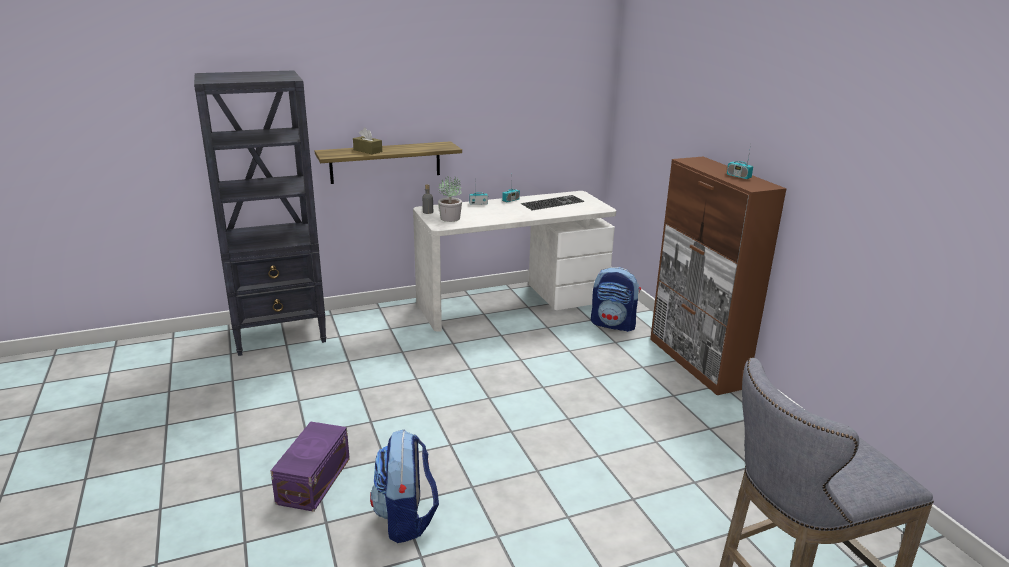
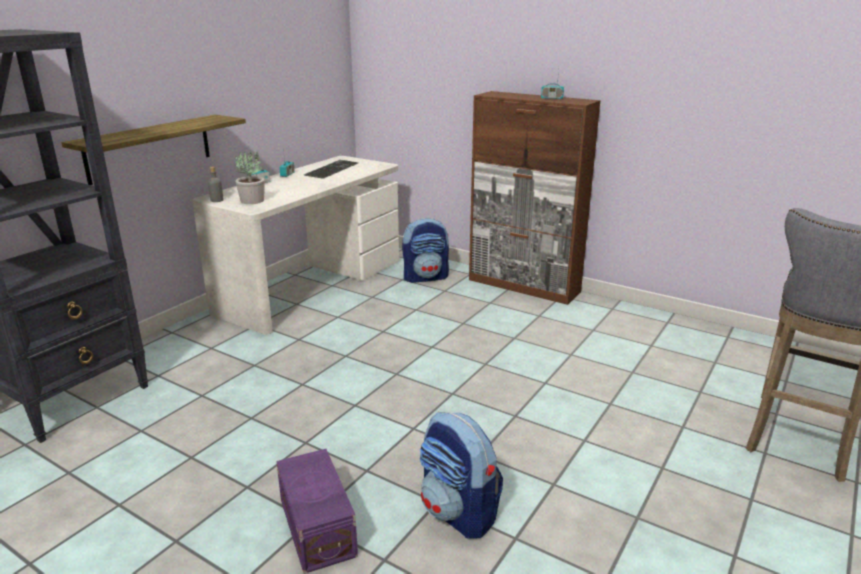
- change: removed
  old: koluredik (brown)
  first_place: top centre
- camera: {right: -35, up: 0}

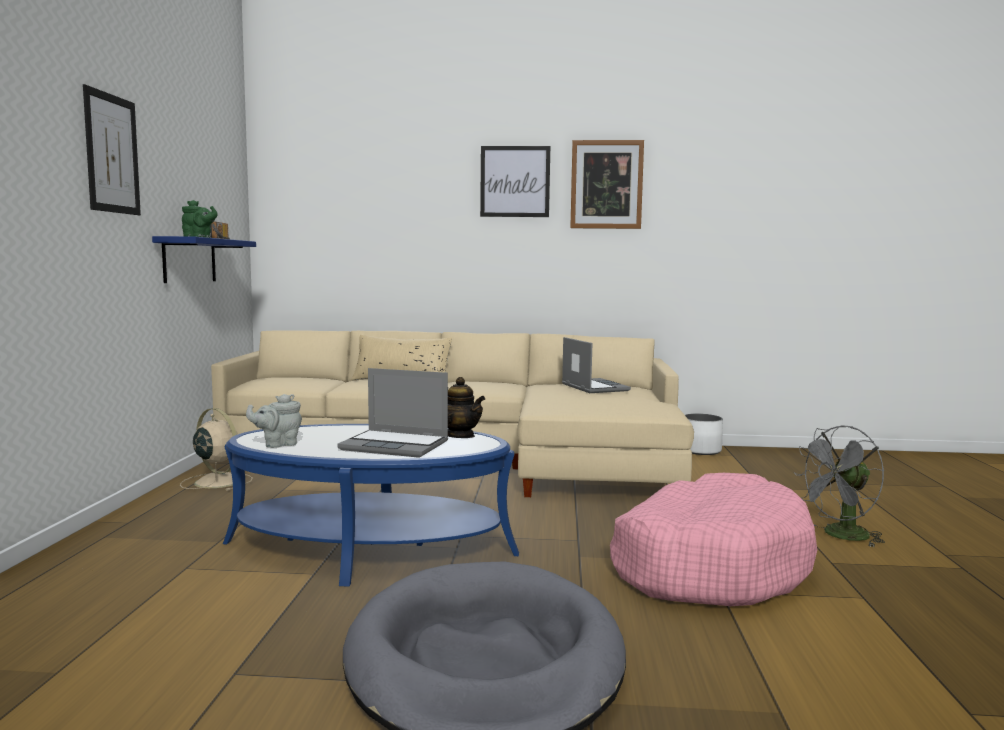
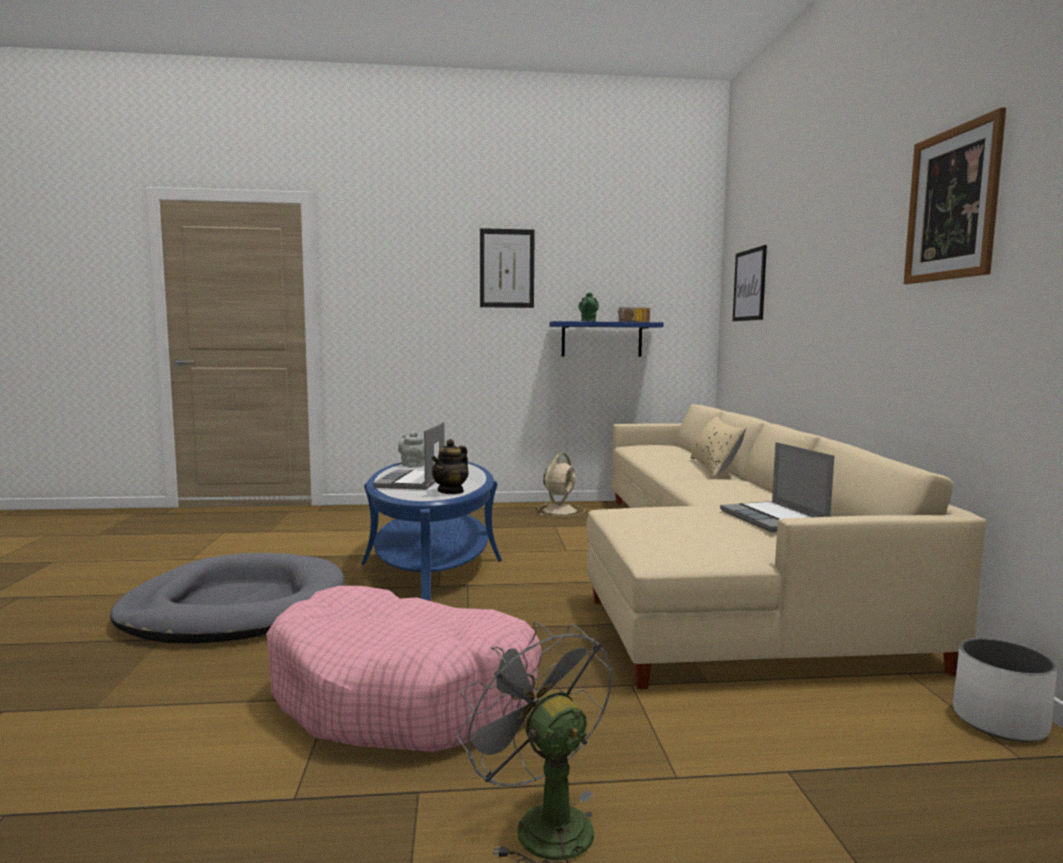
- change: moved
  old: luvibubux (2nd from left)
  first_place: top centre
  second_place: top right
- change: turned
  old: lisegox (2nd from left)
  first_place: centre
  second_place: middle right
  degrees: 105
- camera: {right: 80, up: 0}

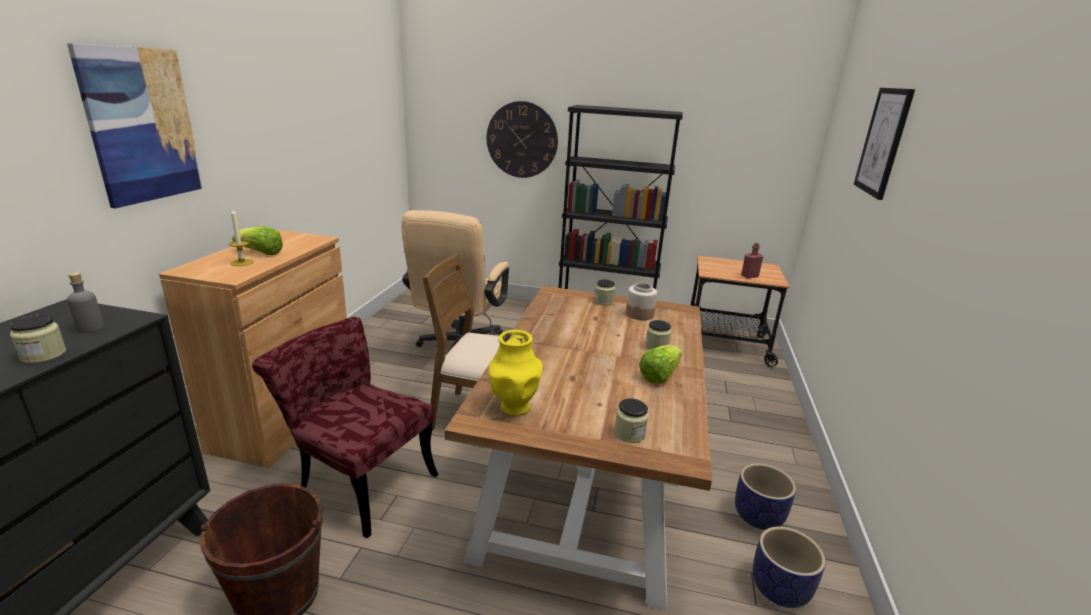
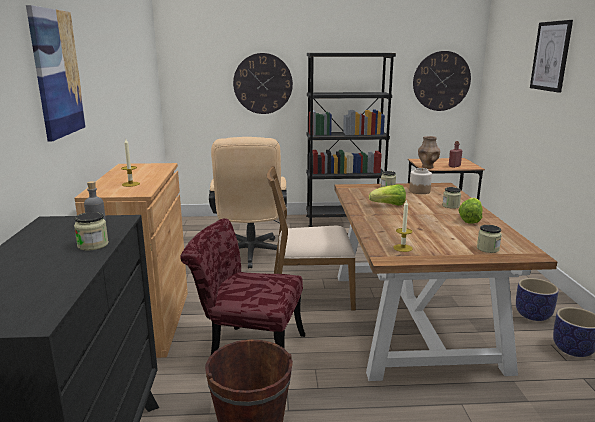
- change: added
  new: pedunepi (2nd from left)
  second_place: top right
- change: added
  new: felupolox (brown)
  second_place: middle right
- change: moved
  old: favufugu (1st from left)
  first_place: middle left
  second_place: centre
- change: replaced
  old: felupolox (yellow)
  new: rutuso (2nd from left)
  first_place: centre
  second_place: middle right
- camera: {right: -15, up: -5}

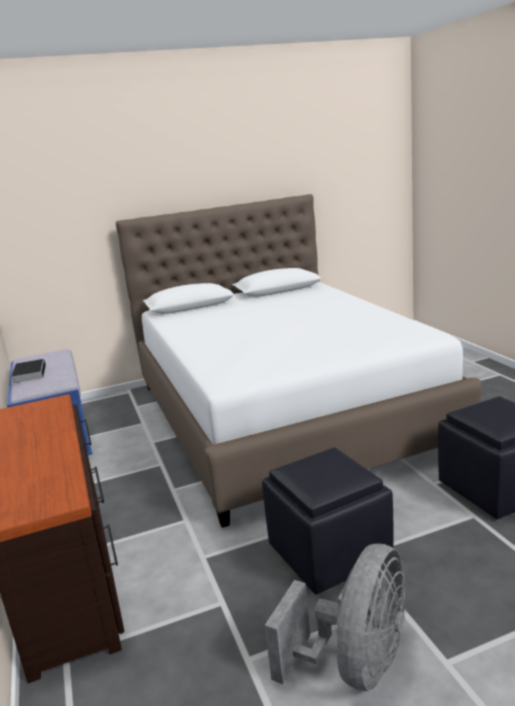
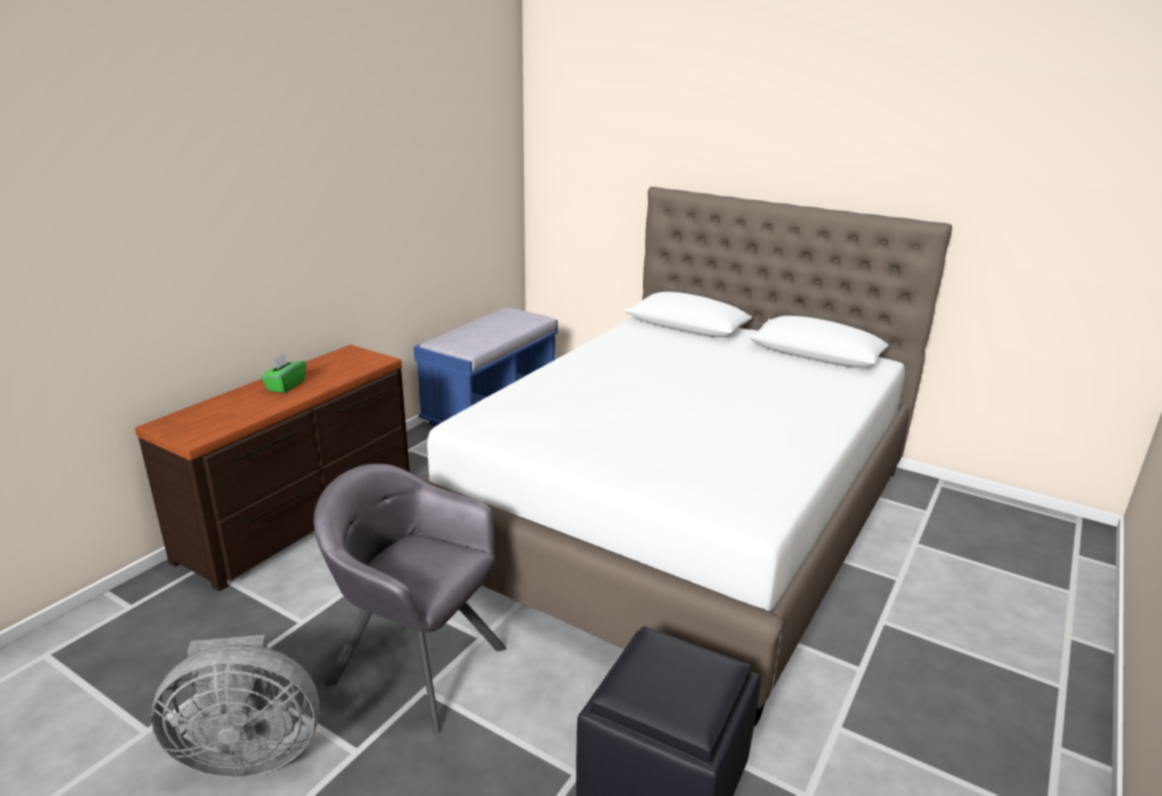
- change: removed
  old: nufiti
  first_place: middle left
- change: added
  new: koluredik (green)
  second_place: middle left
- change: replaced
  old: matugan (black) (1st from left)
  new: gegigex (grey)
  first_place: bottom centre
  second_place: bottom centre
- camera: {right: 50, up: 5}

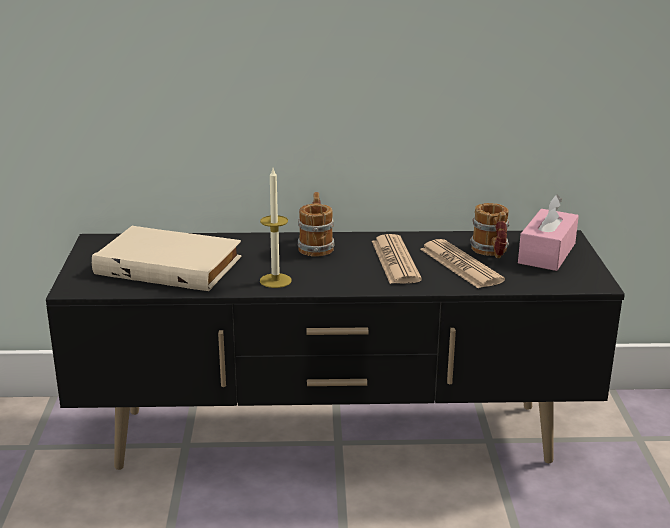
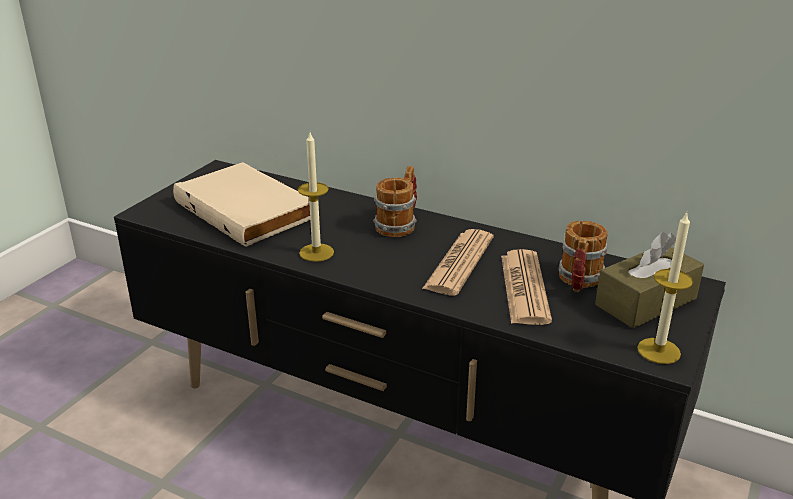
- change: added
  new: rutuso (2nd from left)
  second_place: middle right
- change: recoloured
  old: koluredik (pink)
  new: koluredik (brown)
  first_place: middle right
  second_place: middle right
- camera: {right: 30, up: 5}

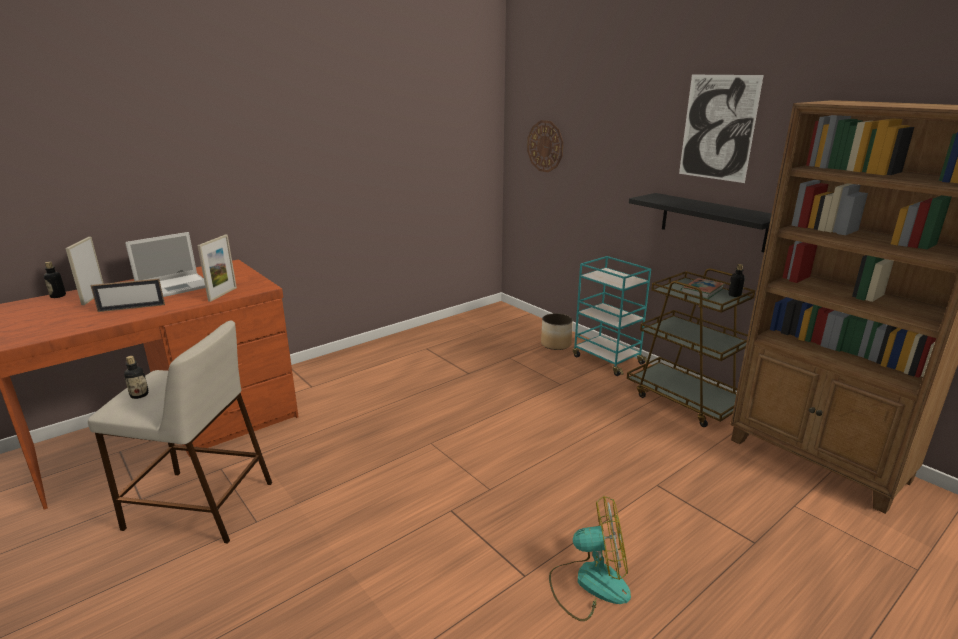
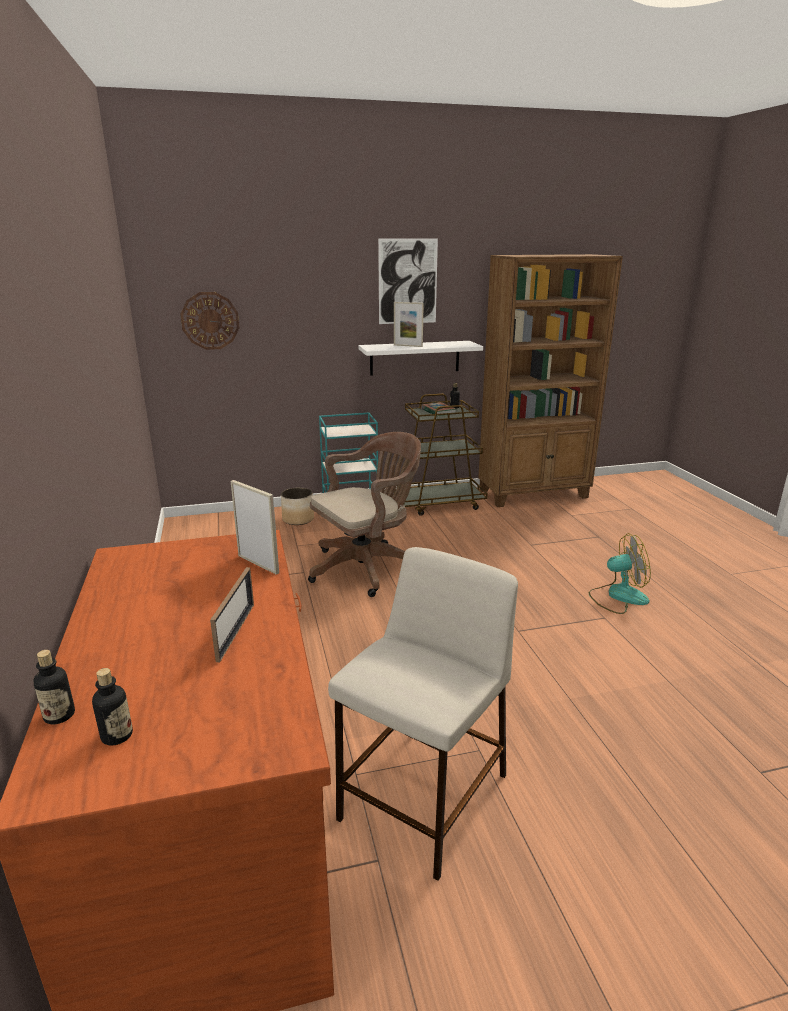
- change: removed
  old: lisegox
  first_place: middle left
- change: added
  new: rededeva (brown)
  second_place: centre
- change: moved
  old: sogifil (1st from left in the first image)
  new: sogifil (3rd from left)
  first_place: middle left
  second_place: top centre
- change: moved
  old: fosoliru (2nd from left)
  first_place: middle left
  second_place: bottom left
- change: recoloured
  old: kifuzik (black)
  new: kifuzik (white)
  first_place: middle right
  second_place: centre
- change: turned
  old: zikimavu
  first_place: bottom centre
  second_place: middle right
  degrees: 60
- camera: {right: -65, up: 0}

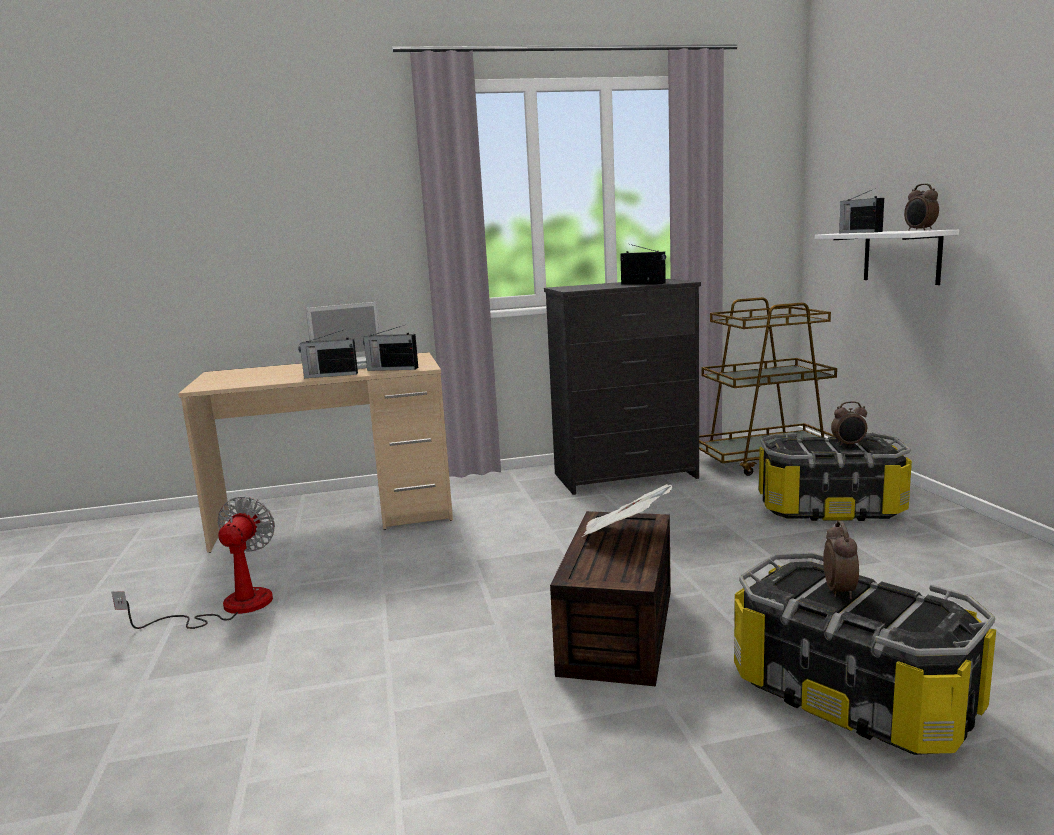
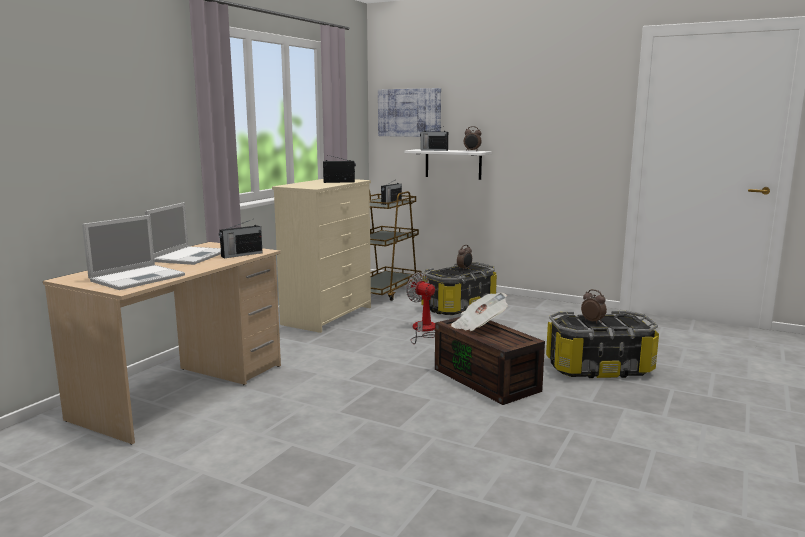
- change: added
  new: lisegox (1st from left)
  second_place: middle left
- change: added
  new: luvibubux
  second_place: top centre
- change: moved
  old: zikimavu
  first_place: bottom left
  second_place: centre
- change: moved
  old: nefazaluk (1st from left in the first image)
  new: nefazaluk (3rd from left)
  first_place: middle left
  second_place: centre
- change: recoloured
  old: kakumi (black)
  new: kakumi (beige)
  first_place: centre
  second_place: centre
- camera: {right: -50, up: 0}

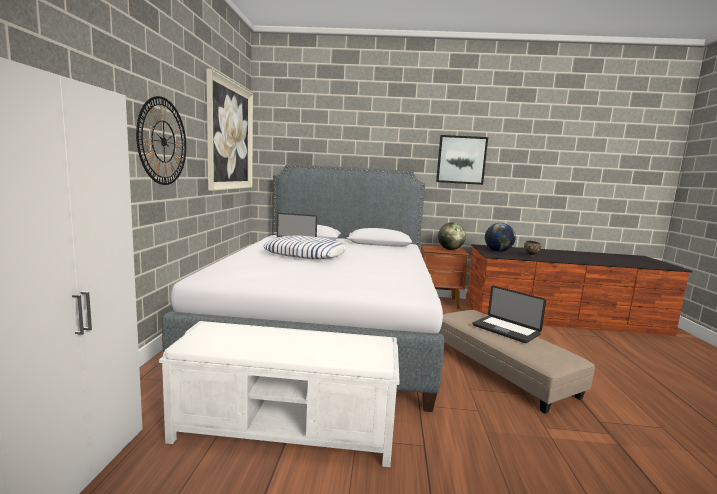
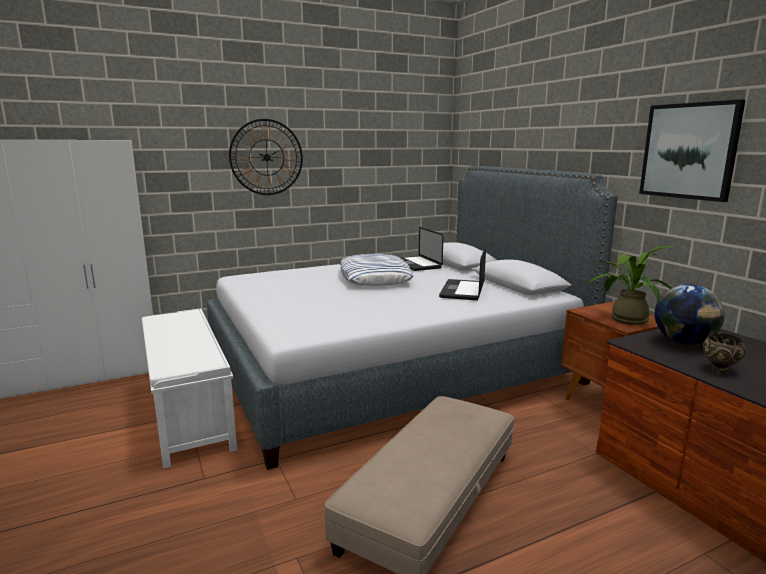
- change: removed
  old: luvibubux (1st from left)
  first_place: top left
- change: moved
  old: lisegox (2nd from left)
  first_place: middle right
  second_place: centre
- change: replaced
  old: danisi (1st from left)
  new: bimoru
  first_place: centre
  second_place: middle right
- camera: {right: 60, up: 5}

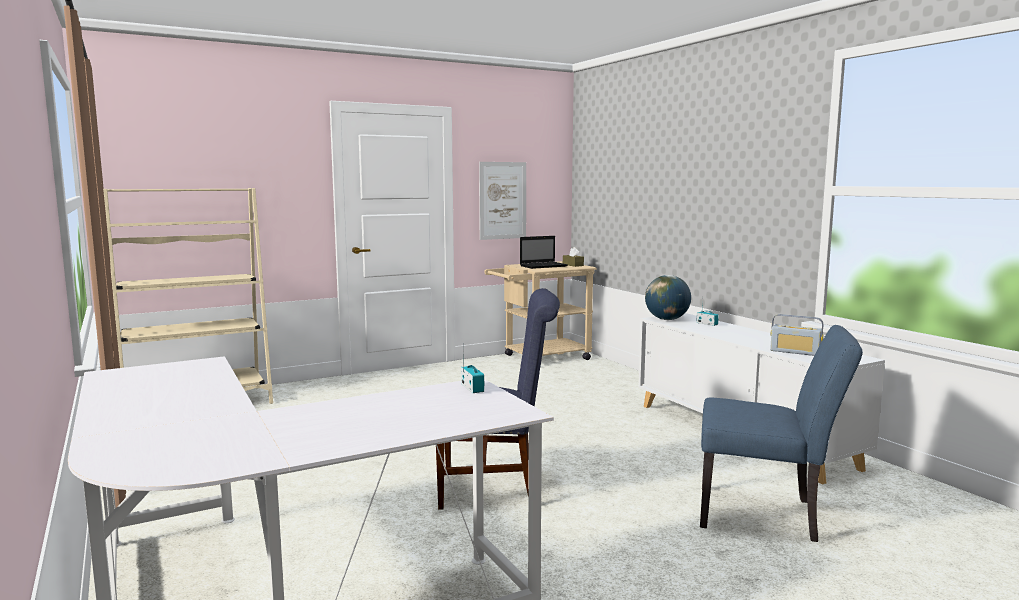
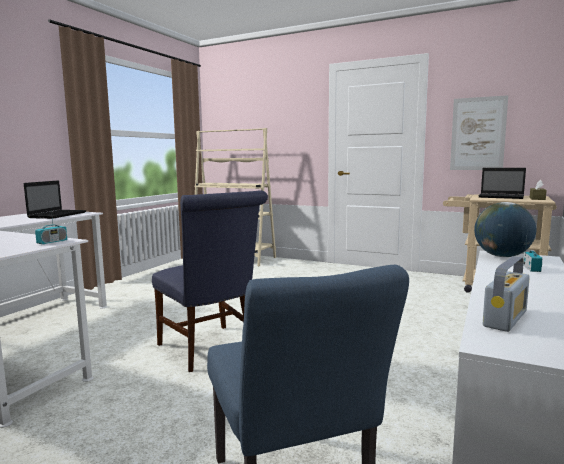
- change: added
  new: lisegox (1st from left)
  second_place: middle left
- change: turned
  old: nefazaluk (3rd from left in the first image)
  first_place: middle right
  second_place: middle right
  degrees: -135
- camera: {right: 55, up: 0}

